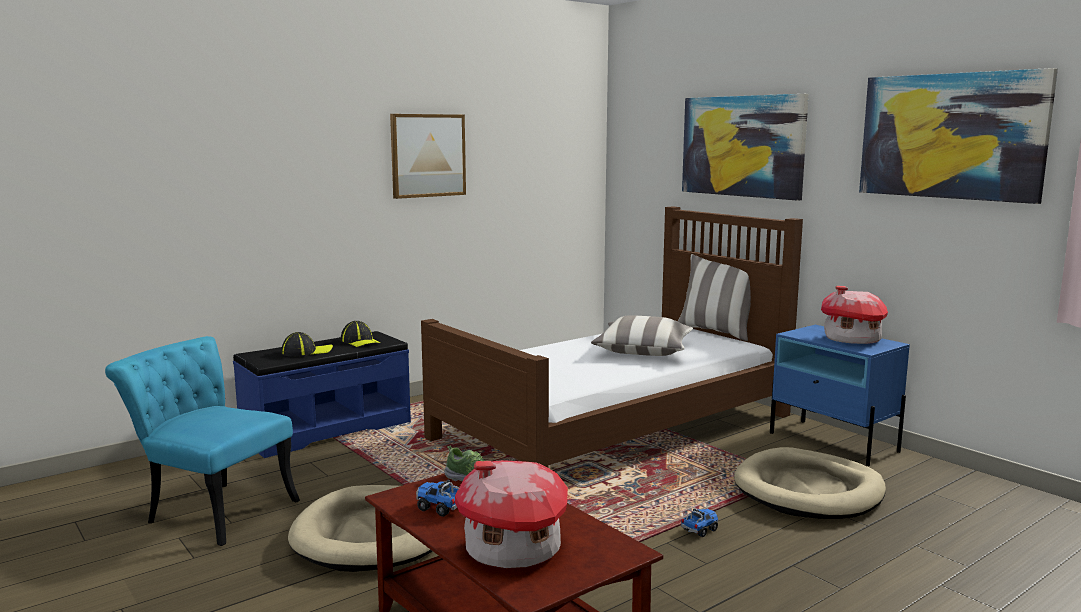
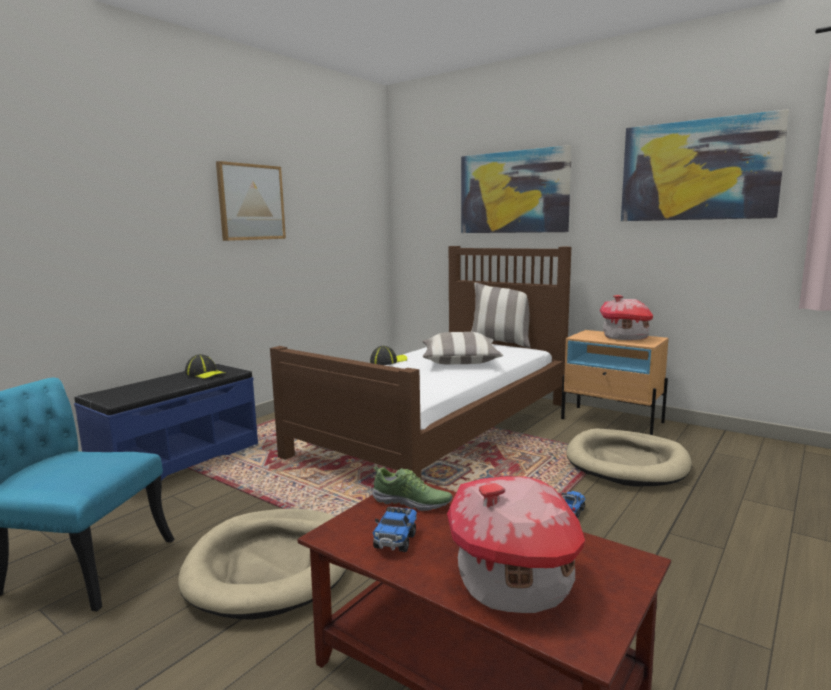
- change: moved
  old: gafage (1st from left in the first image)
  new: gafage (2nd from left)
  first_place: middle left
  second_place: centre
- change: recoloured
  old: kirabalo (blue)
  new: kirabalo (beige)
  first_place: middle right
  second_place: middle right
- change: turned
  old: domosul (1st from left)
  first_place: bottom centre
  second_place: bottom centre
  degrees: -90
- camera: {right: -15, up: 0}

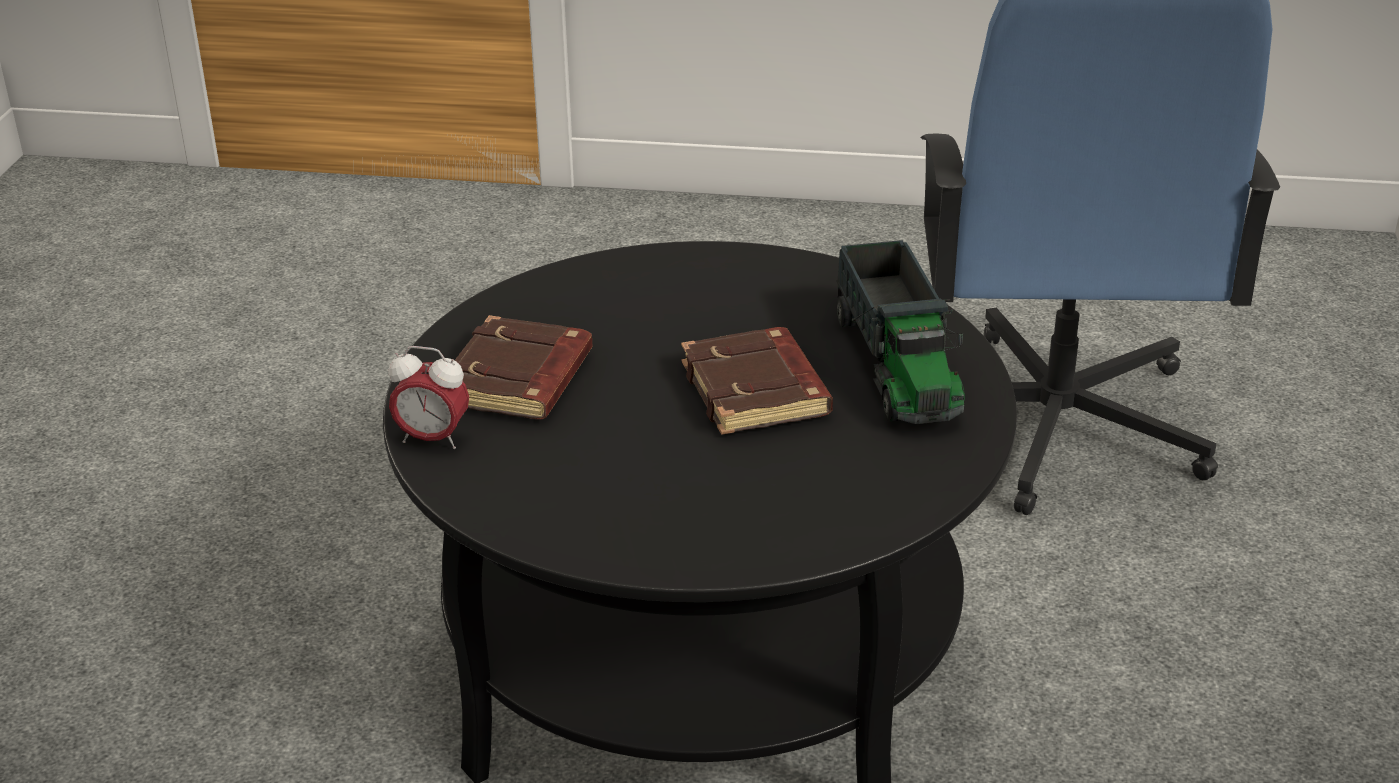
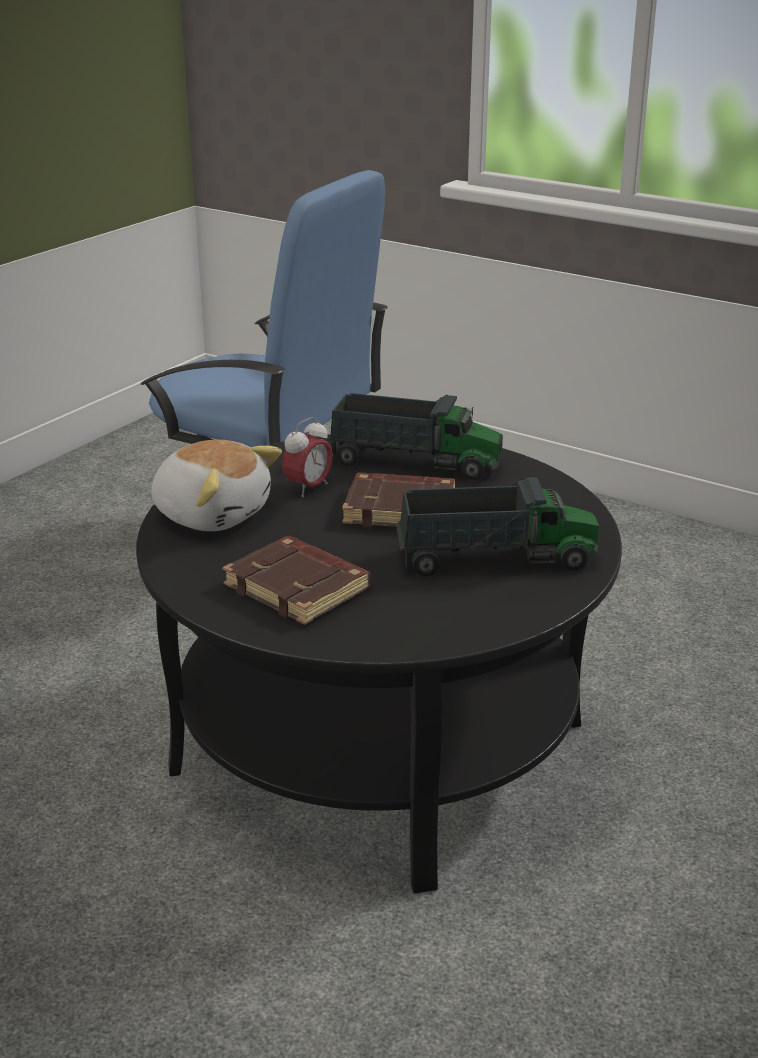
- change: added
  new: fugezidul
  second_place: middle left
- change: added
  new: domosul (2nd from left)
  second_place: centre
- change: moved
  old: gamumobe
  first_place: middle left
  second_place: centre
- camera: {right: -65, up: -5}

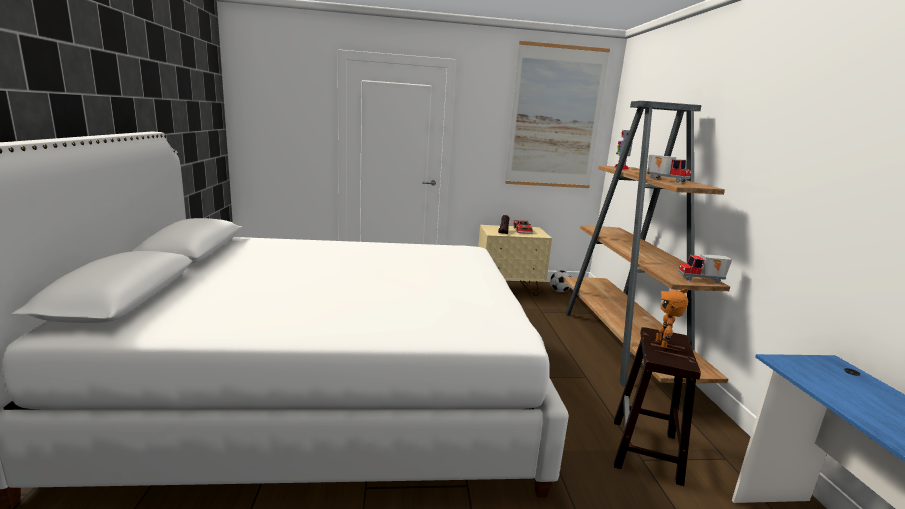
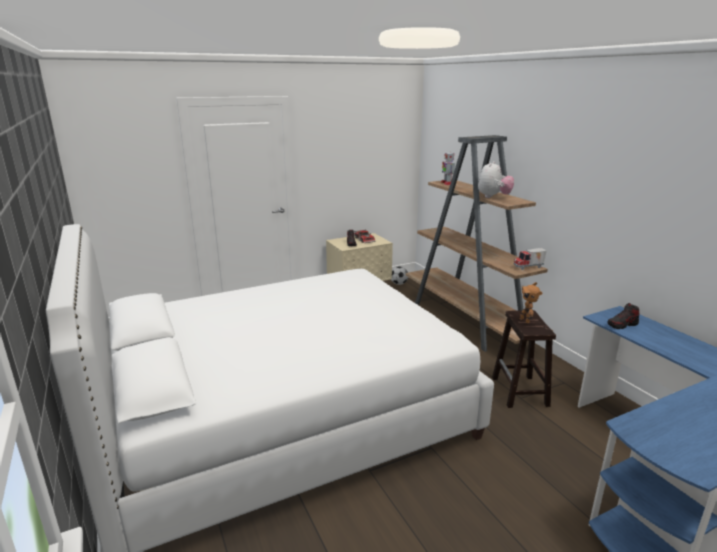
- change: removed
  old: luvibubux
  first_place: top centre
- change: added
  new: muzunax (2nd from left)
  second_place: middle right
- change: replaced
  old: domosul (1st from left)
  new: fugezidul
  first_place: top right
  second_place: top right
- camera: {right: -20, up: 5}

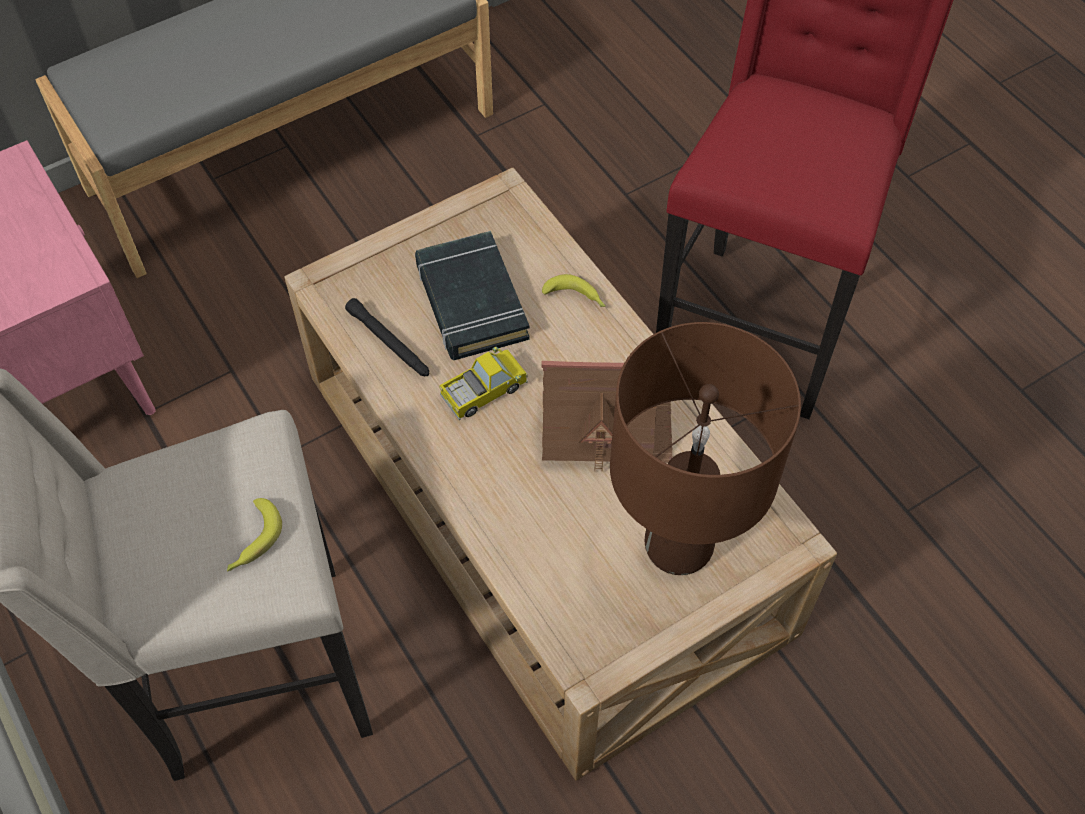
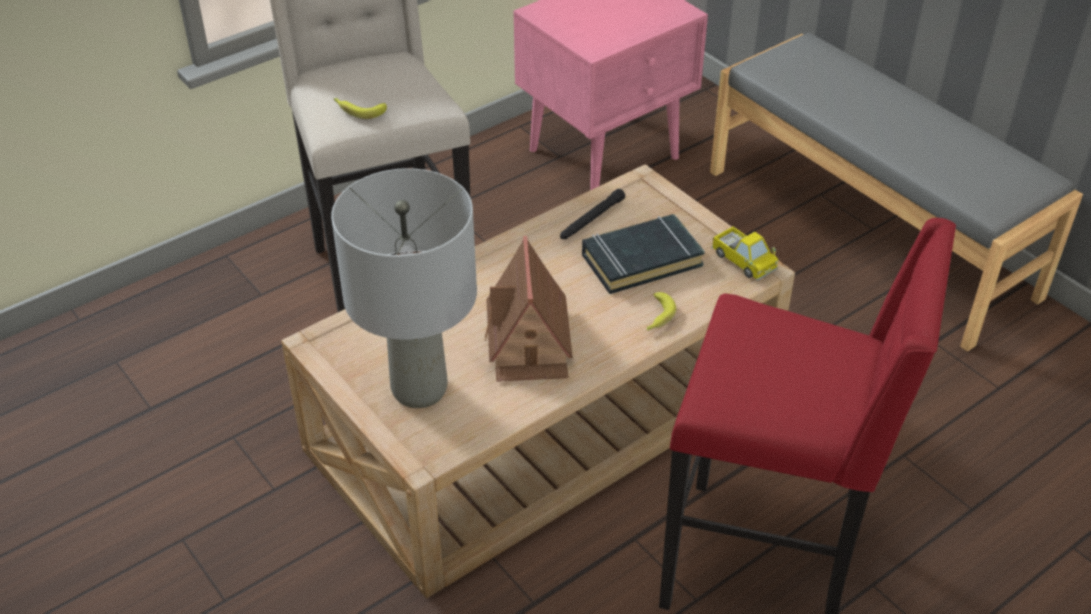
- change: moved
  old: domosul
  first_place: centre
  second_place: middle right
- change: recoloured
  old: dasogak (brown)
  new: dasogak (grey)
  first_place: centre
  second_place: centre
- camera: {right: 85, up: -15}

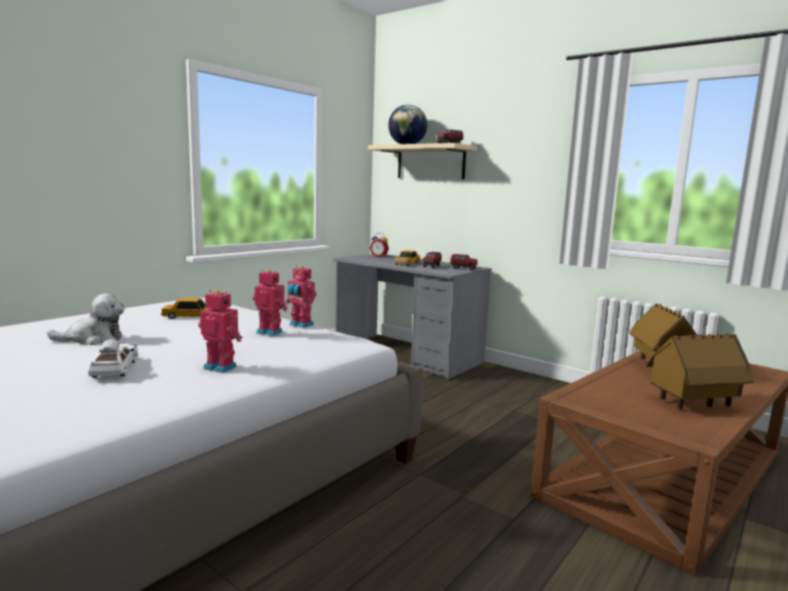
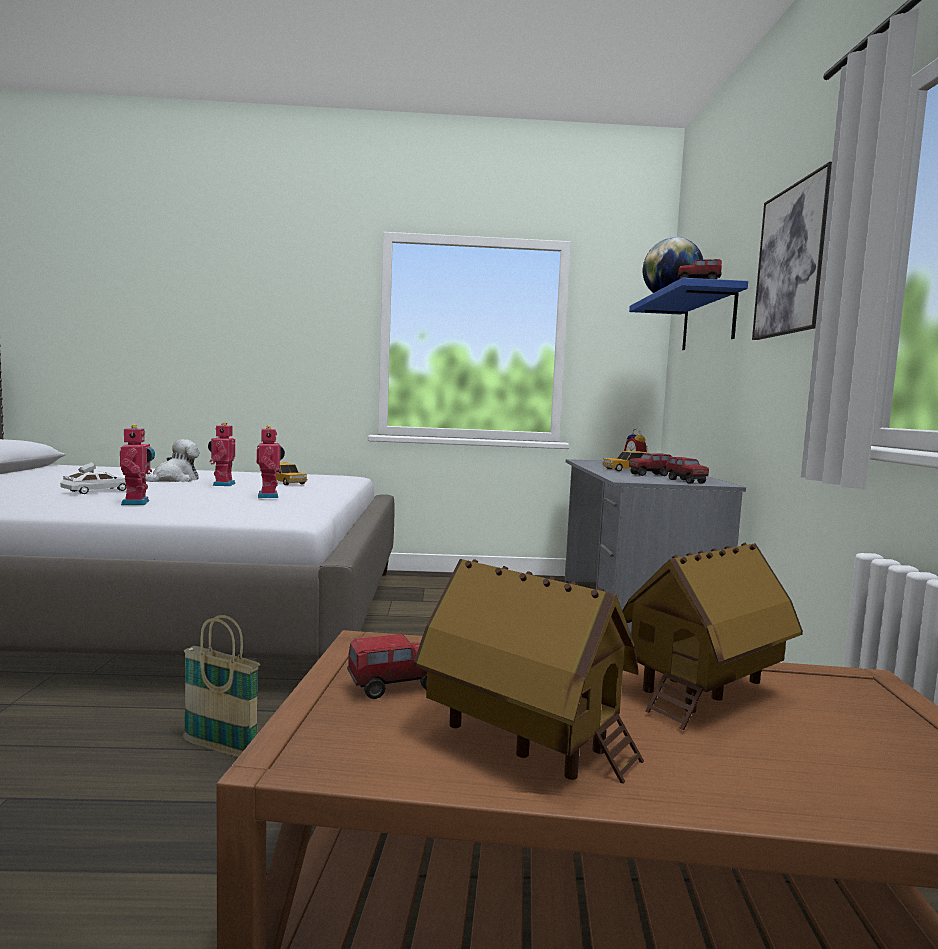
- change: added
  new: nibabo
  second_place: bottom left
- change: added
  new: domosul (1st from left)
  second_place: bottom centre
- change: added
  new: luvibubux
  second_place: top right
- change: moved
  old: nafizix (3rd from left in the first image)
  new: nafizix (2nd from left)
  first_place: centre
  second_place: middle left
- change: recoloured
  old: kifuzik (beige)
  new: kifuzik (blue)
  first_place: top centre
  second_place: top right
- change: turned
  old: fugezidul
  first_place: middle left
  second_place: middle left
  degrees: -90
- camera: {right: 50, up: -5}

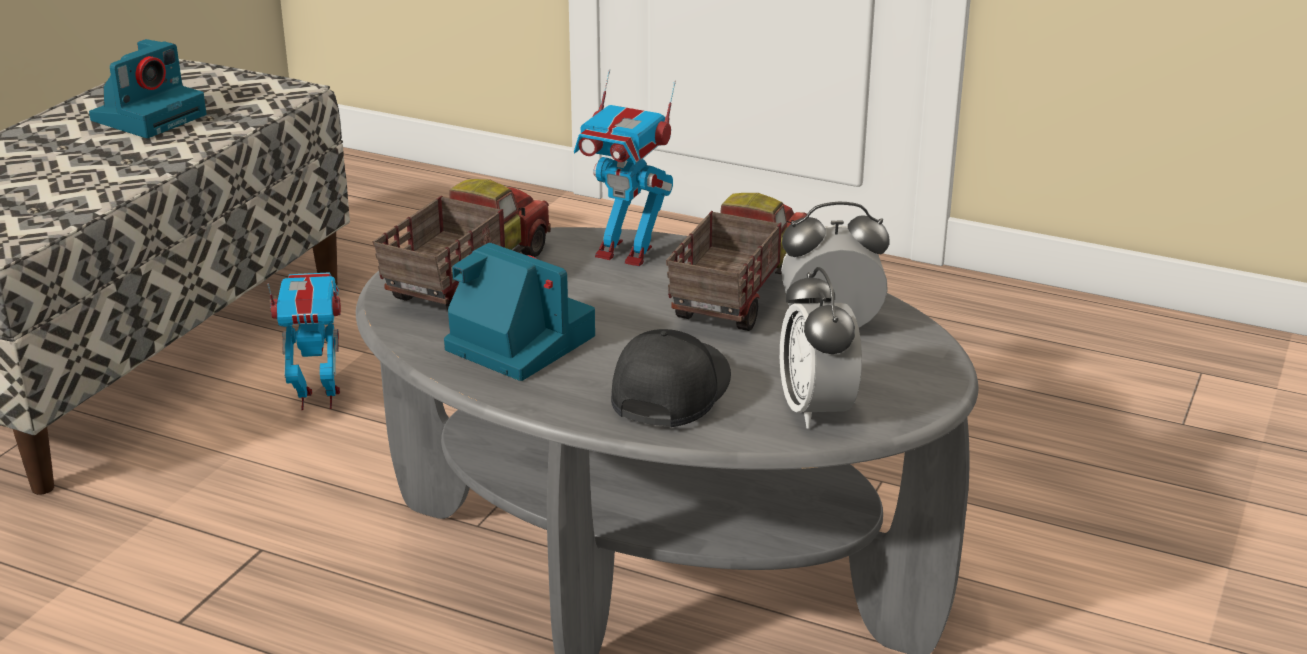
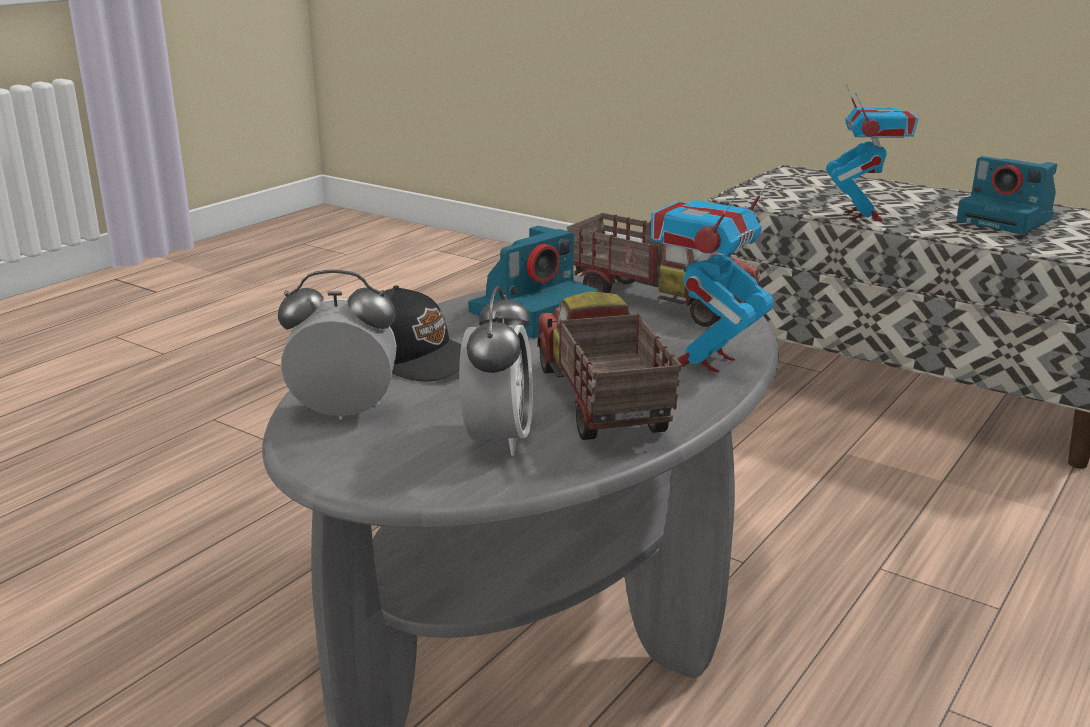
- change: moved
  old: nafizix (1st from left in the first image)
  new: nafizix (2nd from left)
  first_place: middle left
  second_place: top right
- change: turned
  old: domosul (2nd from left in the first image)
  first_place: centre
  second_place: centre
  degrees: -135
- camera: {right: 100, up: -5}

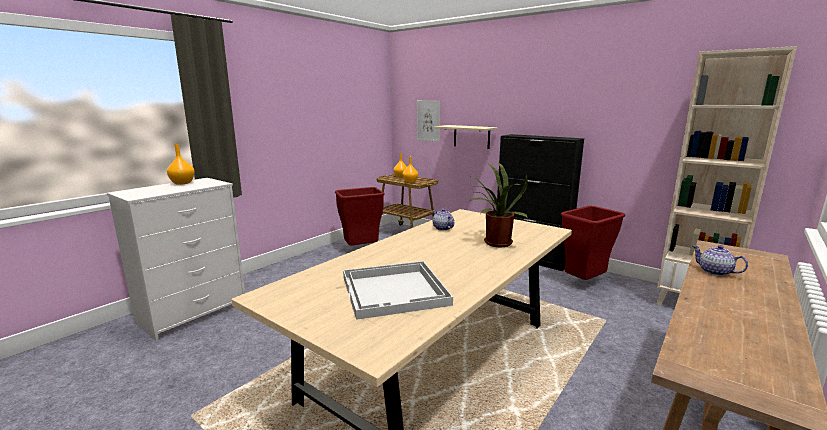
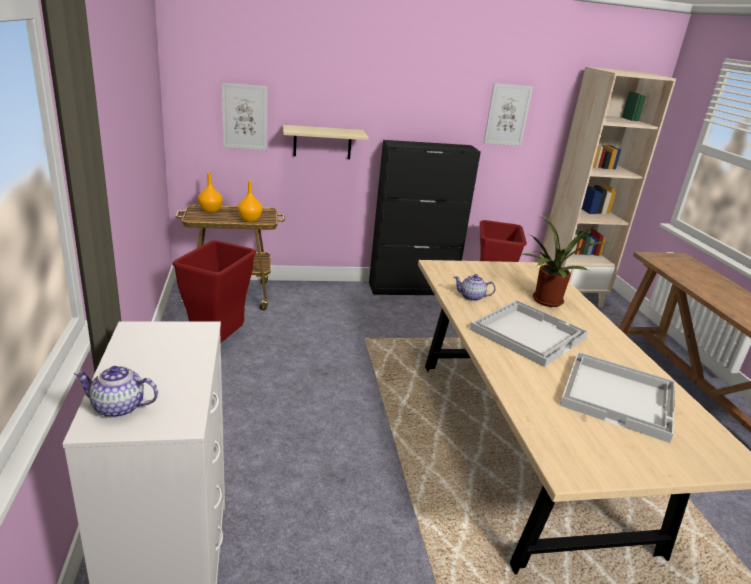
- change: removed
  old: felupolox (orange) (1st from left)
  first_place: middle left
- change: added
  new: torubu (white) (1st from left)
  second_place: middle right
- change: added
  new: luvibubux (2nd from left)
  second_place: top right
- change: moved
  old: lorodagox (2nd from left in the first image)
  new: lorodagox (1st from left)
  first_place: middle right
  second_place: bottom left
- camera: {right: -50, up: 10}

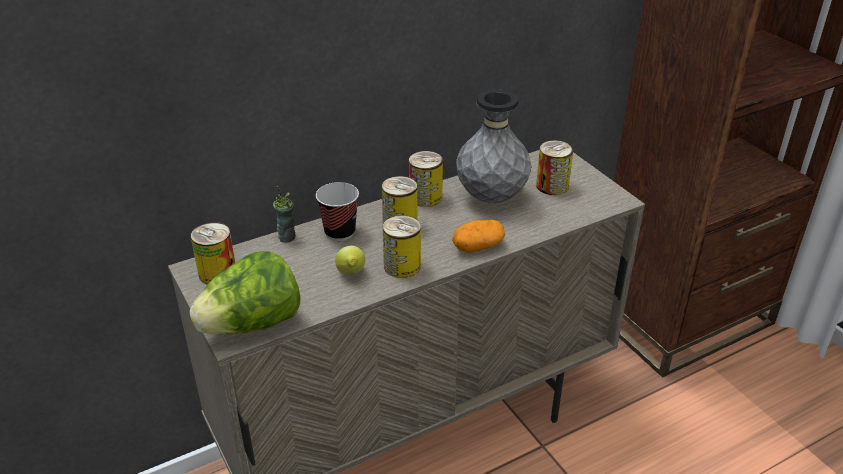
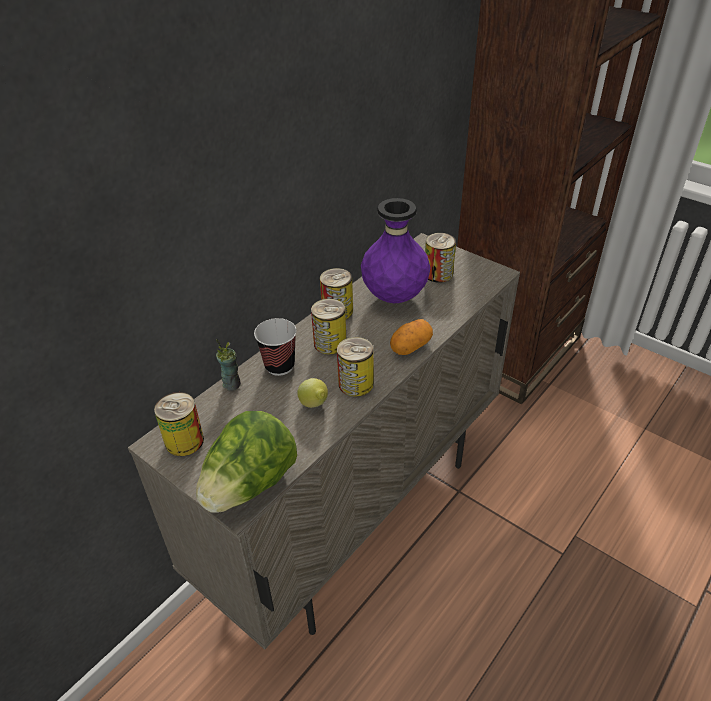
- change: recoloured
  old: felupolox (grey)
  new: felupolox (purple)
  first_place: top centre
  second_place: centre
- camera: {right: -20, up: 5}

